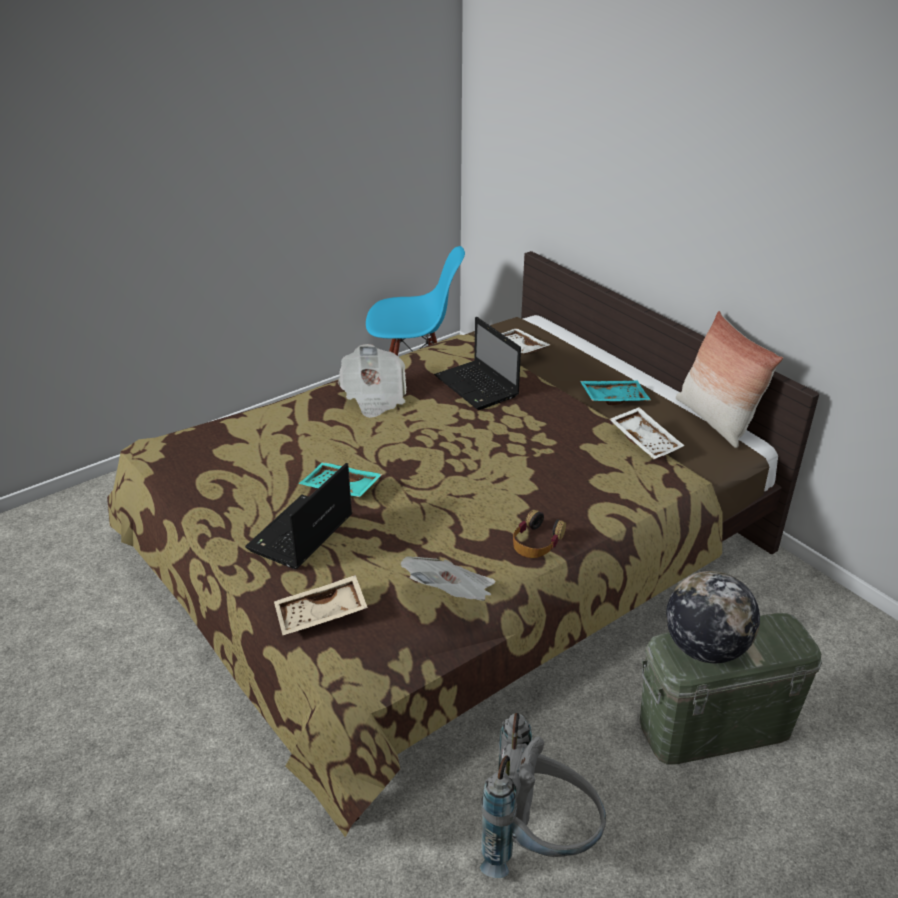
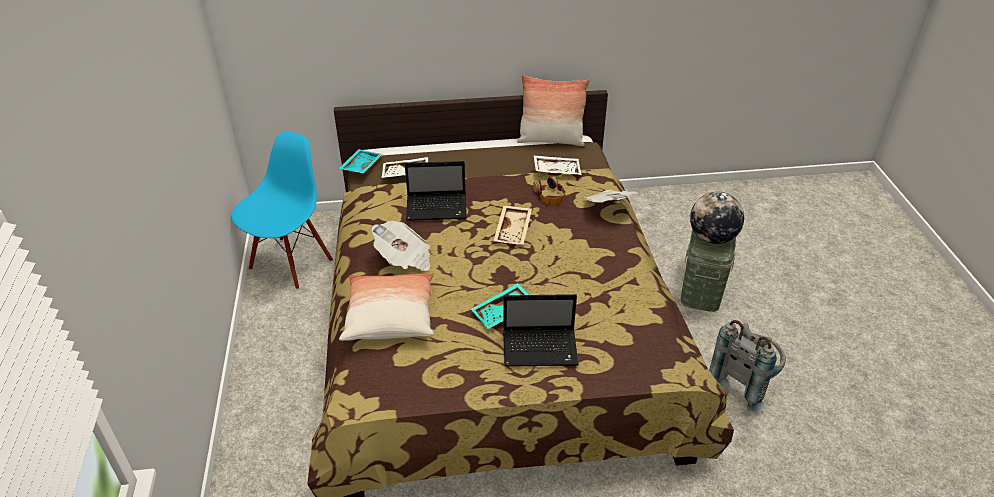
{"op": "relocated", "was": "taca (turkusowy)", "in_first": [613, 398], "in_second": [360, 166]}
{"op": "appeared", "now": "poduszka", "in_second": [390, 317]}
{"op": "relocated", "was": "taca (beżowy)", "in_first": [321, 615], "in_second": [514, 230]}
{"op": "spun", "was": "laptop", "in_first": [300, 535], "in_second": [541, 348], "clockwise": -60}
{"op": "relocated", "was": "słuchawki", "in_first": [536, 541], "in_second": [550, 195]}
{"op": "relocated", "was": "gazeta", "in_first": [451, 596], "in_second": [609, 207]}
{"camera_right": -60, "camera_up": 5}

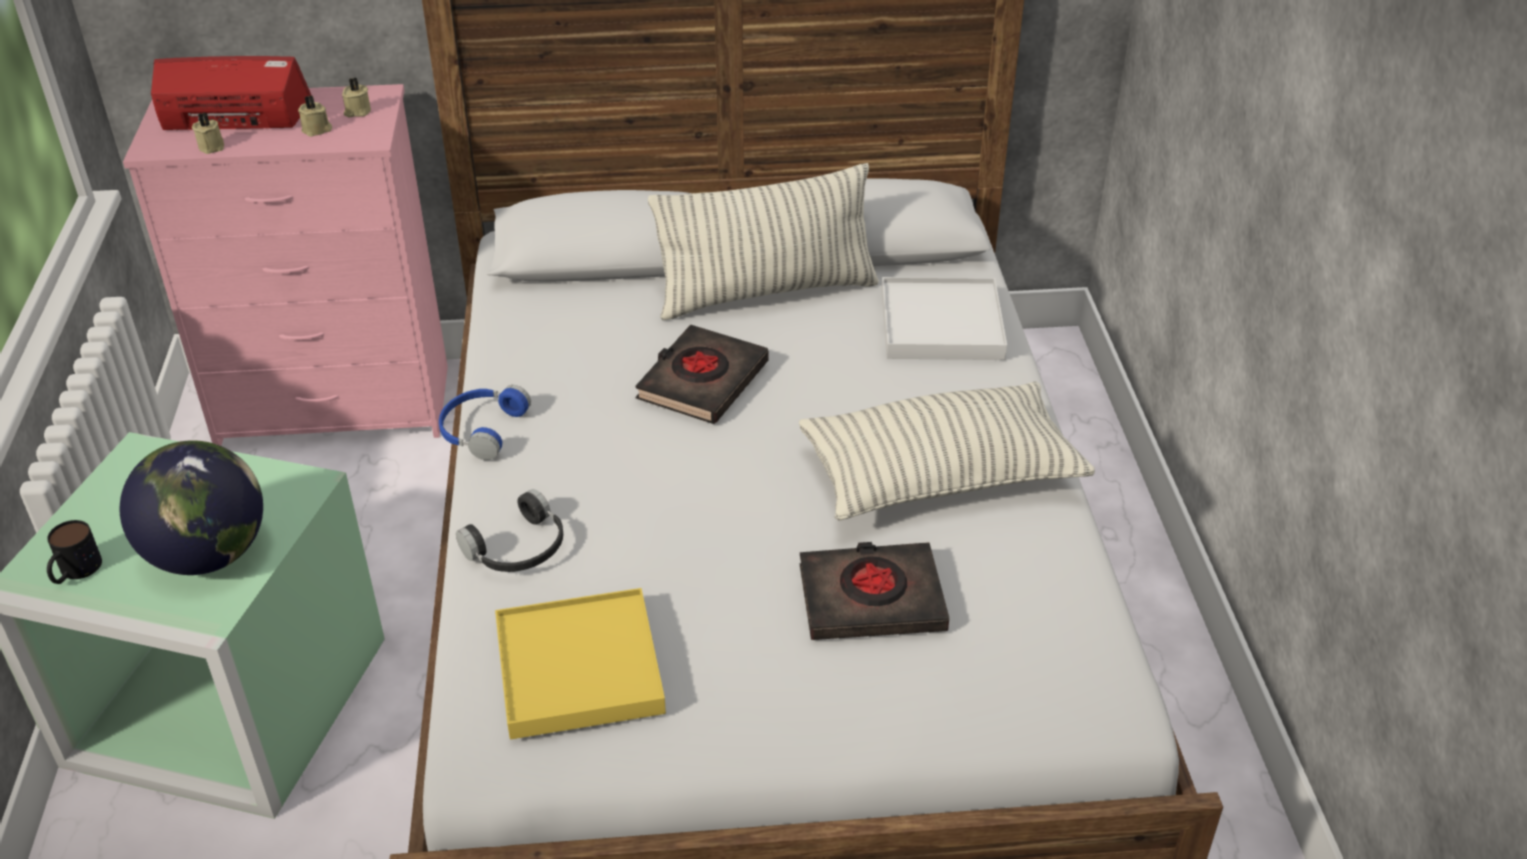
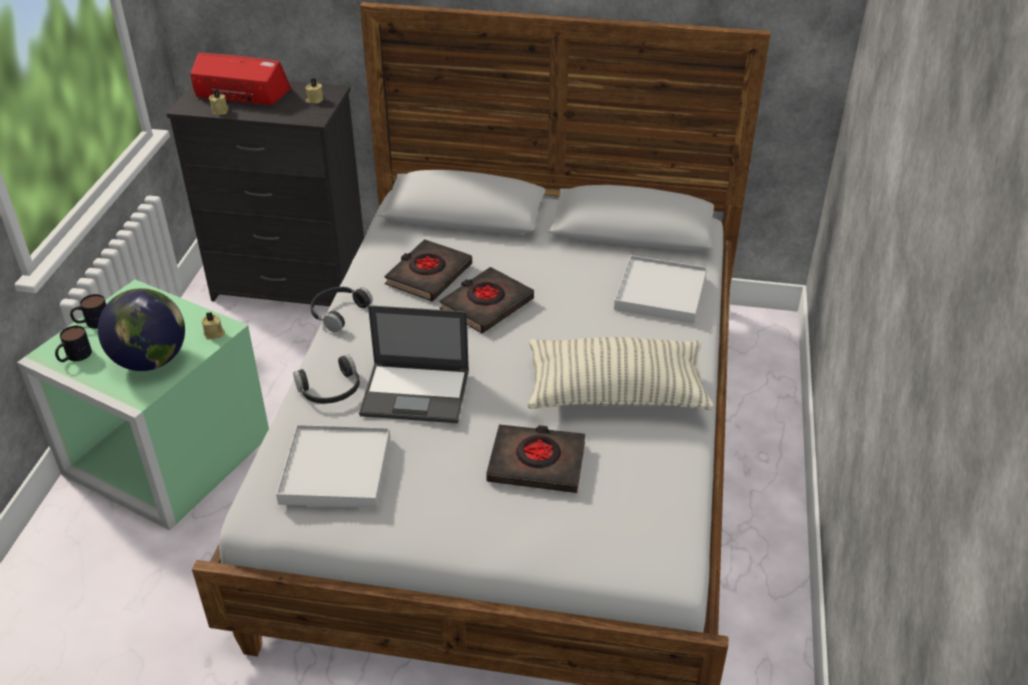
{"op": "appeared", "now": "kubek", "in_second": [92, 322]}
{"op": "colour", "was": "komoda (różowy)", "now": "komoda (czarny)", "in_first": [337, 408], "in_second": [291, 287]}
{"op": "relocated", "was": "świeca (beżowy)", "in_first": [317, 130], "in_second": [214, 334]}
{"op": "colour", "was": "taca (żółty)", "now": "taca (biały)", "in_first": [579, 668], "in_second": [336, 470]}
{"op": "colour", "was": "słuchawki (niebieski)", "now": "słuchawki (czarny)", "in_first": [481, 429], "in_second": [337, 312]}
{"op": "appeared", "now": "laptop", "in_second": [417, 393]}
{"op": "appeared", "now": "książka (czarny)", "in_second": [428, 275]}
{"op": "missing", "was": "poduszka", "in_first": [766, 293]}
{"camera_right": 15, "camera_up": 0}

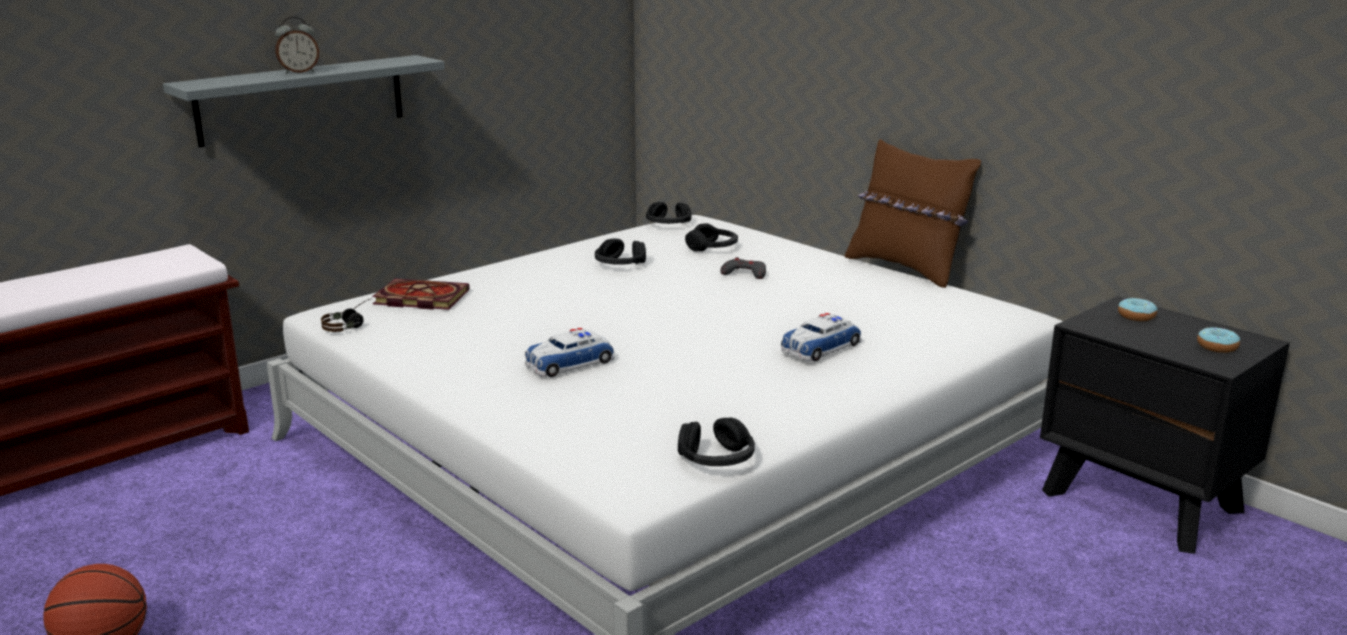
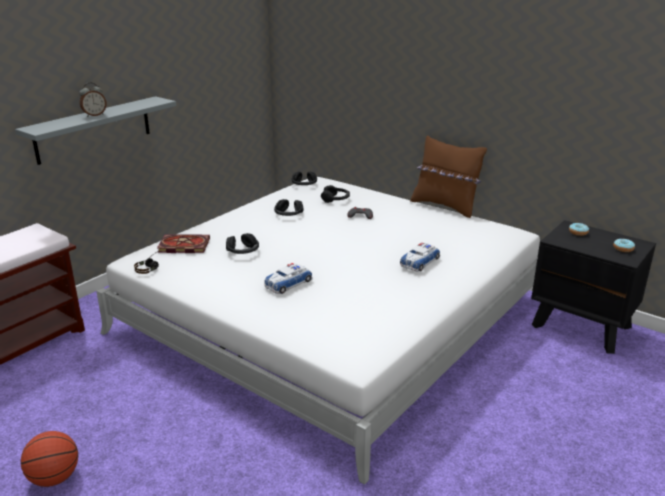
{"op": "relocated", "was": "słuchawki (czarny)", "in_first": [716, 459], "in_second": [243, 251]}
{"camera_right": -10, "camera_up": 5}

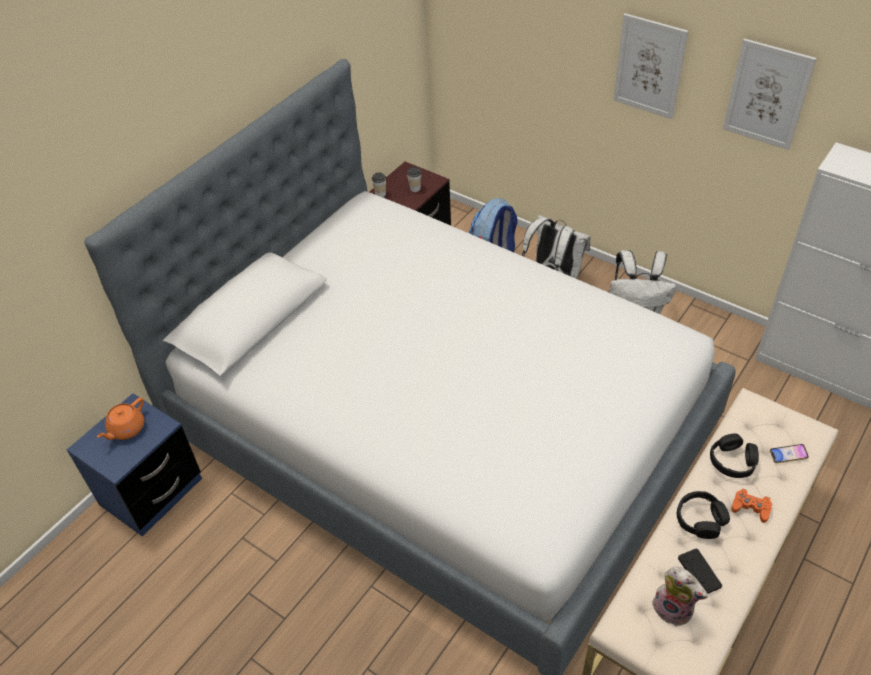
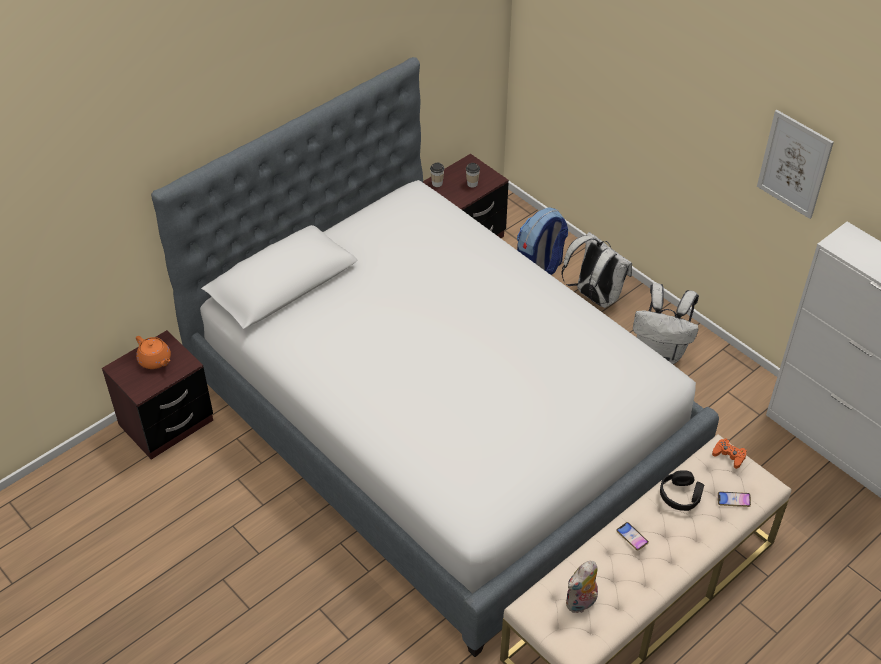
{"op": "colour", "was": "szafka nocna (niebieski)", "now": "szafka nocna (brązowy)", "in_first": [151, 492], "in_second": [166, 423]}
{"op": "spun", "was": "imbryk (pomarańczowy)", "in_first": [126, 429], "in_second": [155, 360], "clockwise": -90}
{"op": "spun", "was": "pluszak", "in_first": [674, 609], "in_second": [581, 603], "clockwise": 90}
{"op": "exchanged", "was": "słuchawki (czarny)", "now": "telefon", "in_first": [700, 519], "in_second": [632, 537]}
{"op": "relocated", "was": "pad do gier (pomarańczowy)", "in_first": [750, 508], "in_second": [729, 455]}
{"op": "missing", "was": "obraz", "in_first": [649, 66]}
{"op": "missing", "was": "pad do gier (czarny)", "in_first": [699, 572]}
{"camera_right": 10, "camera_up": 0}

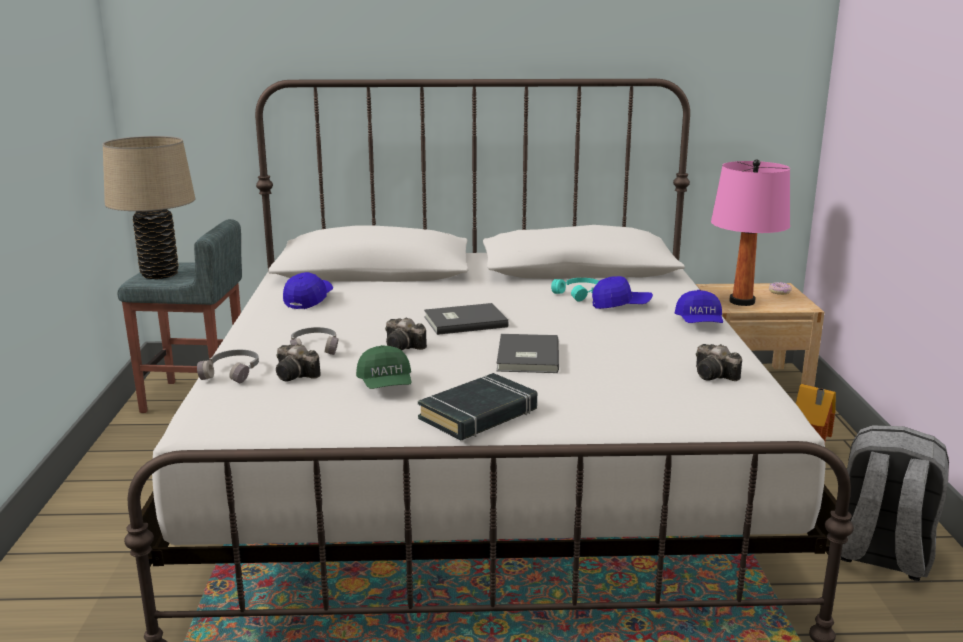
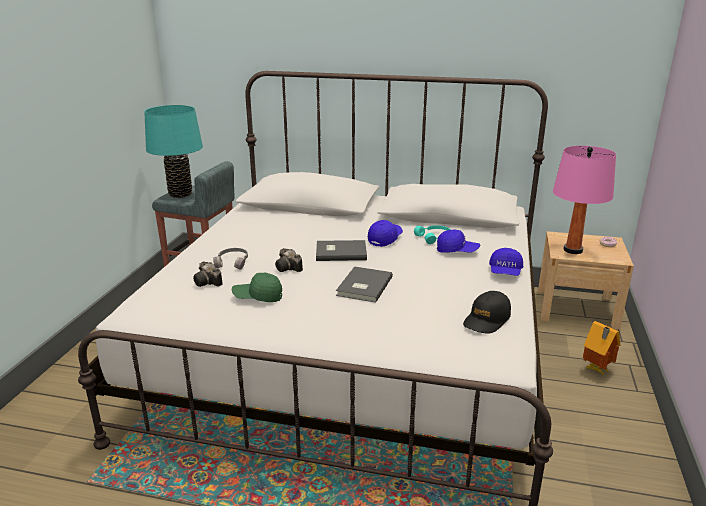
{"op": "colour", "was": "lampa stołowa (beżowy)", "now": "lampa stołowa (turkusowy)", "in_first": [159, 274], "in_second": [180, 194]}
{"op": "spun", "was": "czapka z daszkiem (zielony)", "in_first": [386, 385], "in_second": [258, 297], "clockwise": 90}
{"op": "relocated", "was": "czapka z daszkiem (niebieski)", "in_first": [309, 300], "in_second": [385, 239]}
{"op": "exchanged", "was": "aparat fotograficzny", "now": "czapka z daszkiem (czarny)", "in_first": [715, 376], "in_second": [487, 320]}
{"op": "missing", "was": "słuchawki (szary)", "in_first": [233, 372]}
{"op": "missing", "was": "książka (czarny)", "in_first": [479, 414]}
{"op": "missing", "was": "plecak (szary)", "in_first": [880, 555]}
{"camera_right": 15, "camera_up": 5}

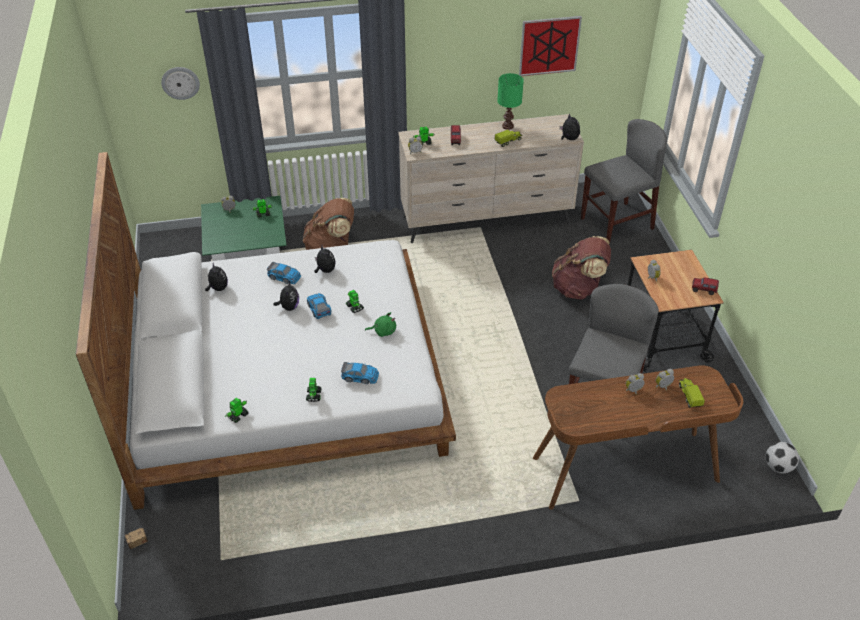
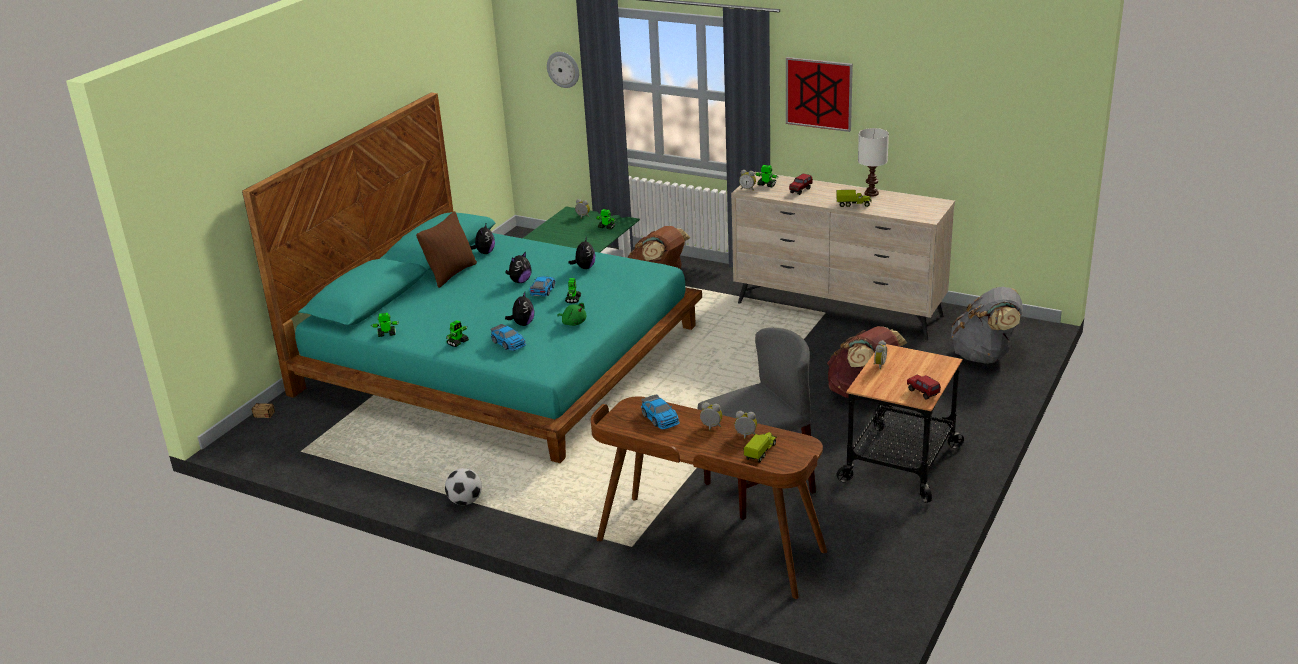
{"op": "colour", "was": "łóżko (biały)", "now": "łóżko (turkusowy)", "in_first": [286, 377], "in_second": [501, 358]}
{"op": "appeared", "now": "poduszka (brązowy)", "in_second": [451, 274]}
{"op": "relocated", "was": "piłka futbolowa", "in_first": [778, 467], "in_second": [465, 501]}
{"op": "relocated", "was": "pluszak", "in_first": [568, 139], "in_second": [523, 324]}
{"op": "relocated", "was": "samochodzik", "in_first": [284, 277], "in_second": [660, 418]}
{"op": "relocated", "was": "obraz", "in_first": [549, 45], "in_second": [819, 93]}
{"op": "colour", "was": "lampa stołowa (zielony)", "now": "lampa stołowa (biały)", "in_first": [508, 126], "in_second": [871, 194]}
{"op": "exchanged", "was": "krzesło (szary)", "now": "plecak (szary)", "in_first": [616, 223], "in_second": [985, 356]}
{"camera_right": 40, "camera_up": -15}

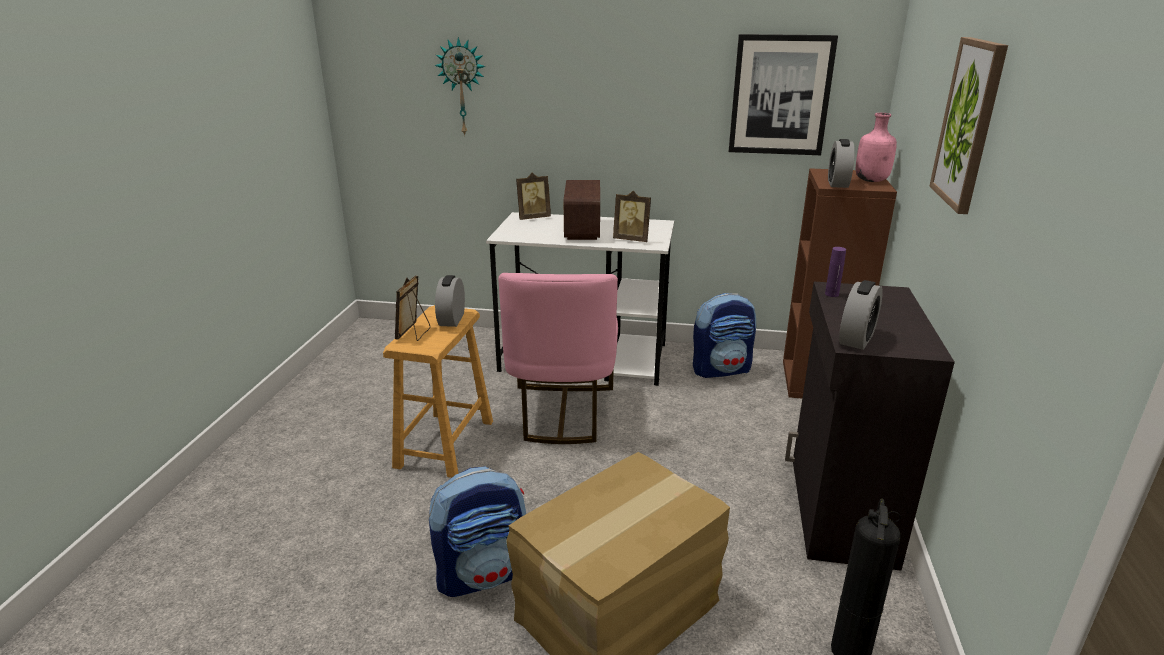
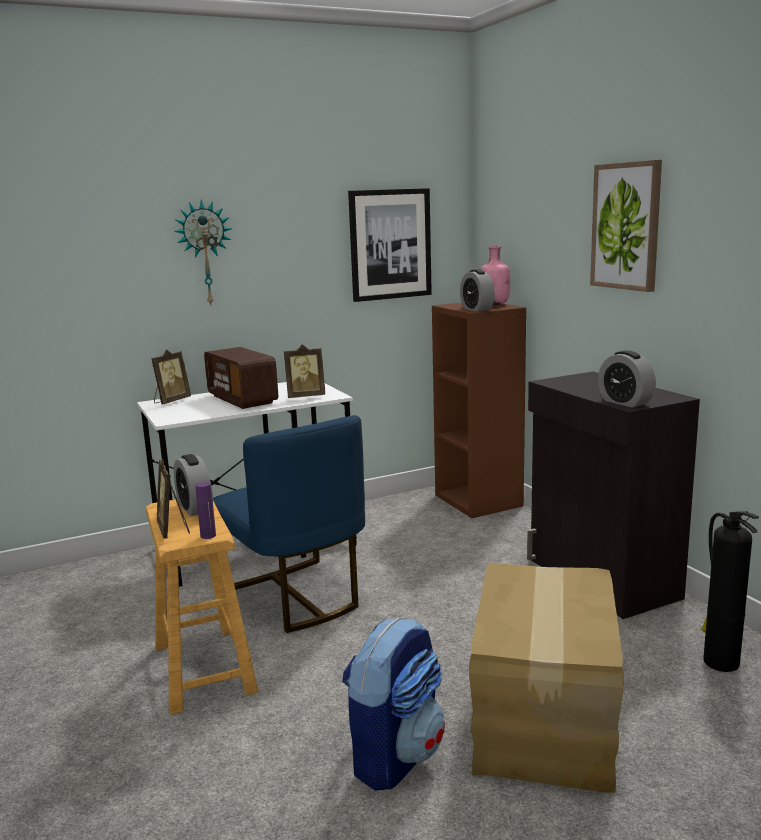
{"op": "relocated", "was": "zegar ścienny", "in_first": [462, 87], "in_second": [205, 253]}
{"op": "relocated", "was": "butelka (fioletowy)", "in_first": [831, 294], "in_second": [208, 535]}
{"op": "colour", "was": "krzesło (różowy)", "now": "krzesło (niebieski)", "in_first": [562, 413], "in_second": [295, 597]}
{"op": "spun", "was": "budzik", "in_first": [856, 339], "in_second": [625, 402], "clockwise": 150}
{"op": "missing", "was": "plecak", "in_first": [721, 369]}
{"camera_right": -35, "camera_up": -10}

